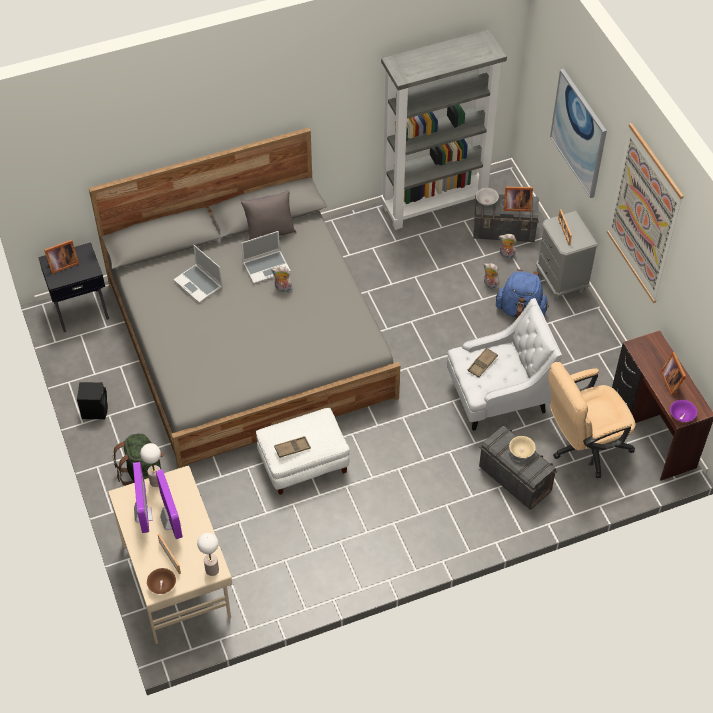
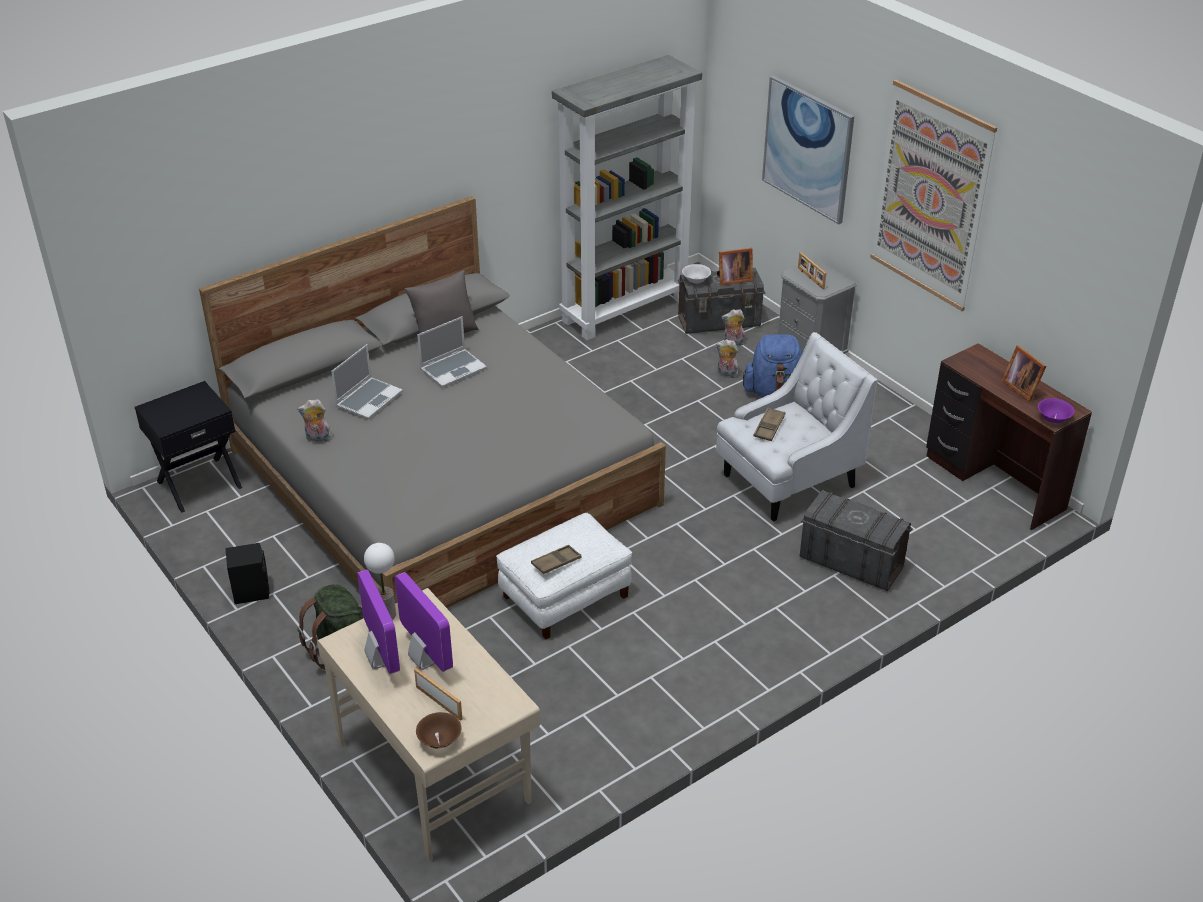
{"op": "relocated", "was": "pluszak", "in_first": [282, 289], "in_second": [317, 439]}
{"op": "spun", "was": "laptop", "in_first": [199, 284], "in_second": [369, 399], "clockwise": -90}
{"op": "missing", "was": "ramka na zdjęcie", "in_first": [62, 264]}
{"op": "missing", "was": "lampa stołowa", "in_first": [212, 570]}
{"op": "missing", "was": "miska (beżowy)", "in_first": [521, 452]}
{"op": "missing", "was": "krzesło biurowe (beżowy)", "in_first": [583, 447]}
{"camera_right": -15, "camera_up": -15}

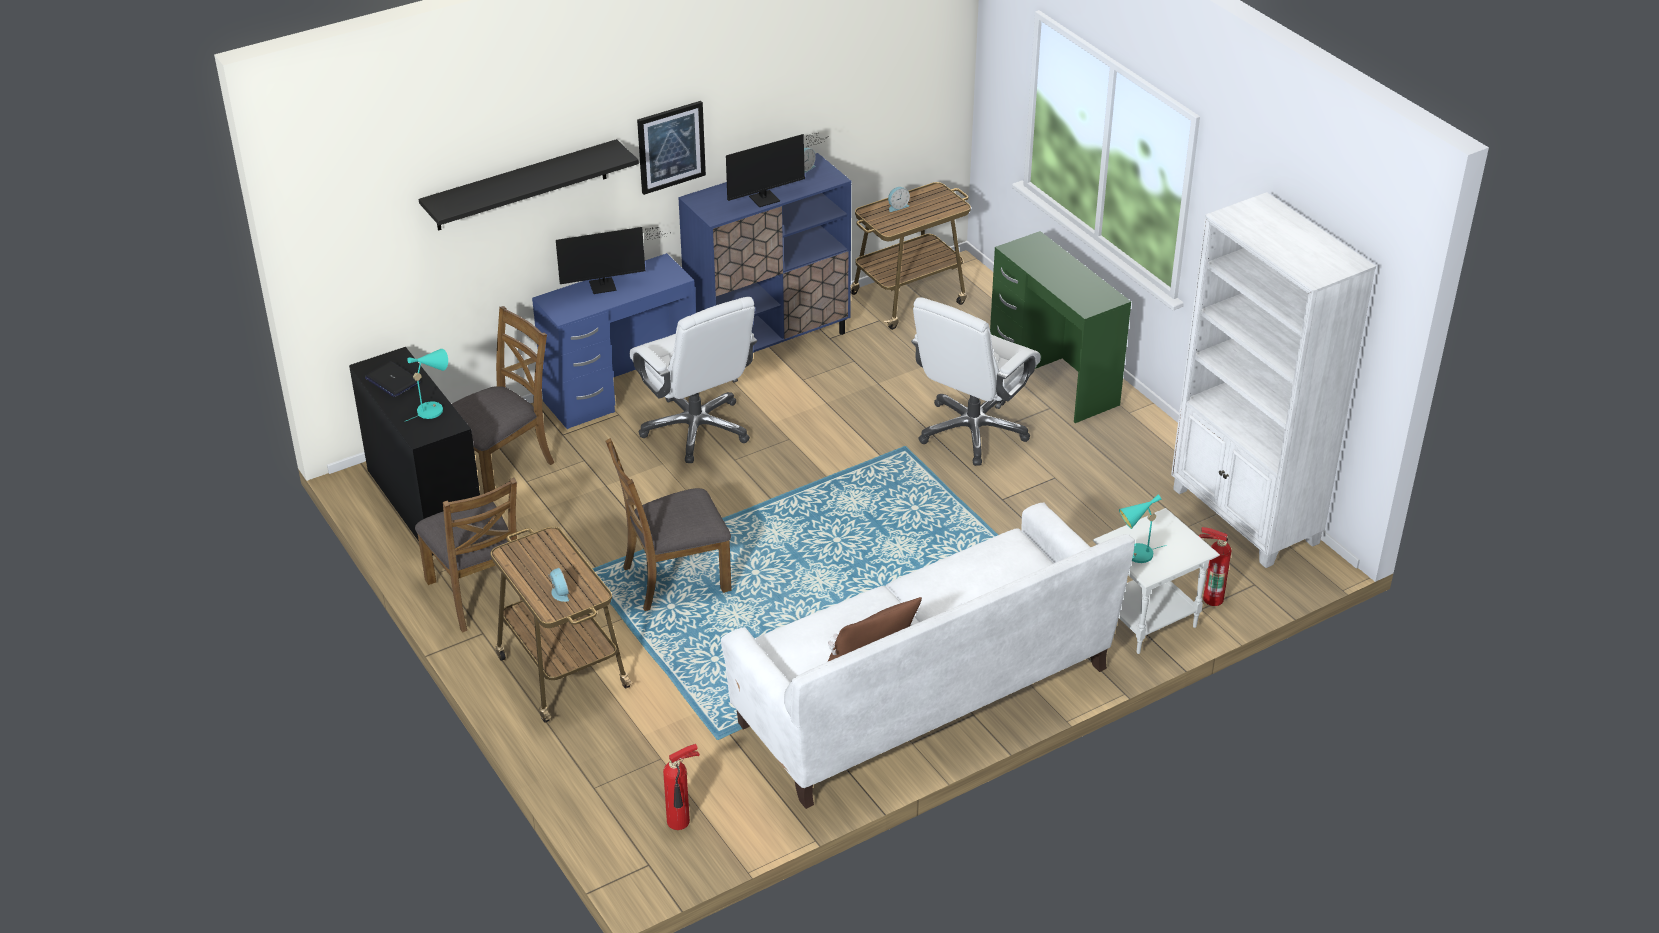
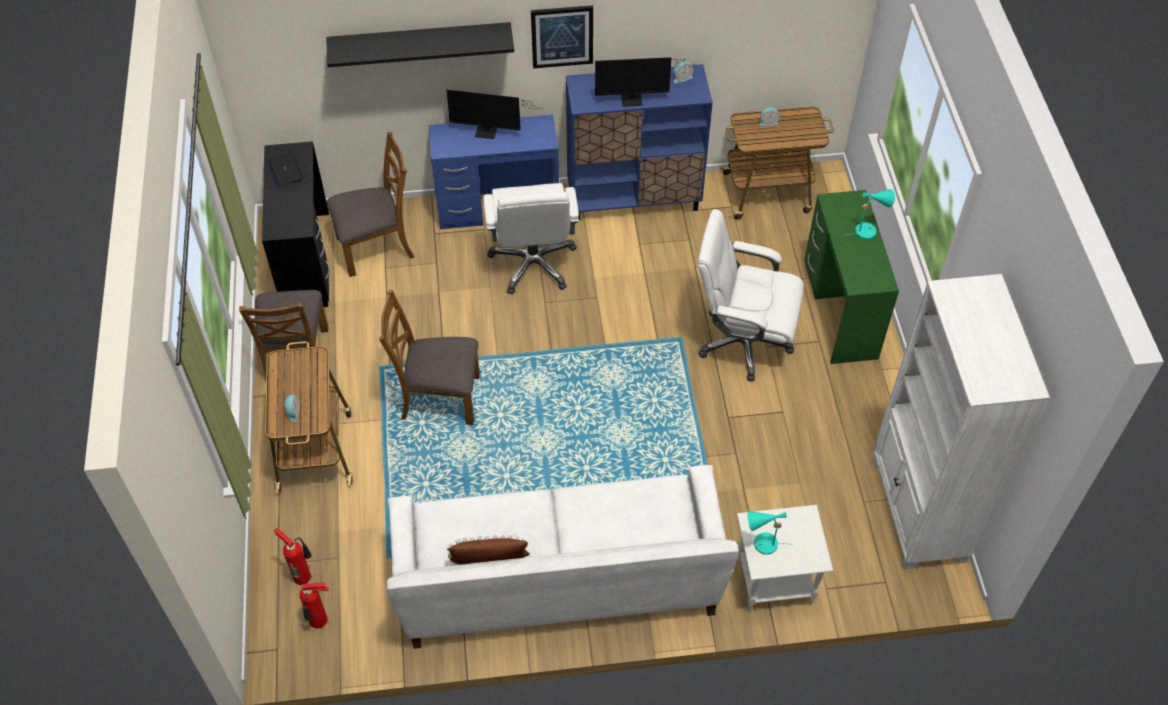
{"op": "relocated", "was": "gaśnica", "in_first": [1211, 597], "in_second": [302, 575]}
{"op": "spun", "was": "krzesło biurowe (biały)", "in_first": [972, 431], "in_second": [742, 342], "clockwise": 45}
{"op": "relocated", "was": "lampa stołowa (turkusowy)", "in_first": [433, 409], "in_second": [868, 230]}
{"camera_right": 25, "camera_up": 15}

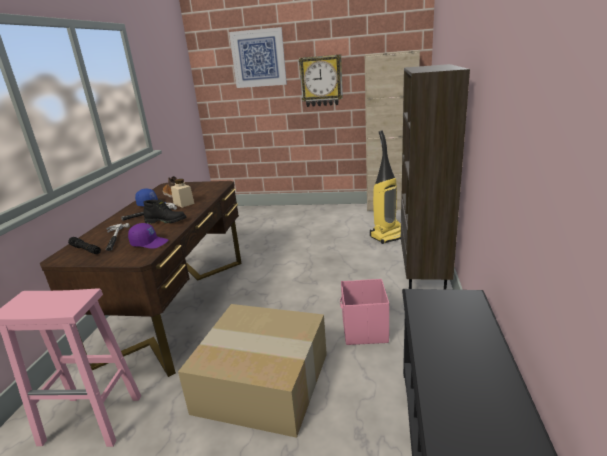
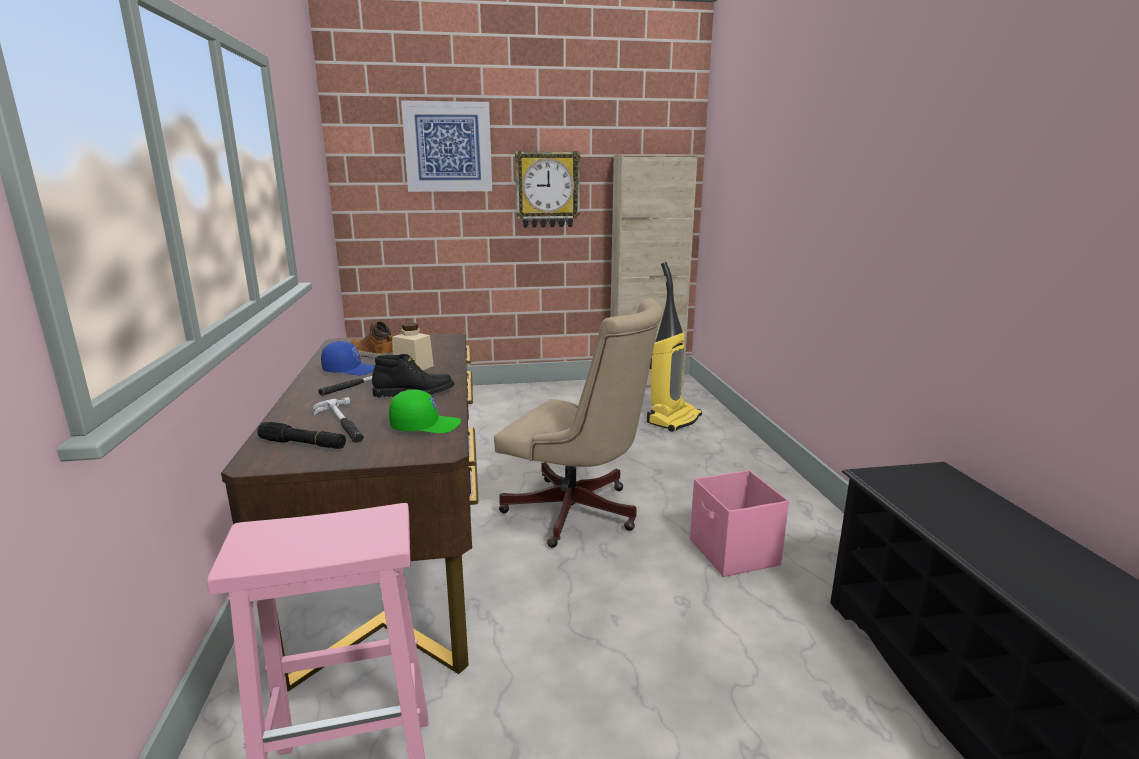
{"op": "colour", "was": "czapka z daszkiem (fioletowy)", "now": "czapka z daszkiem (zielony)", "in_first": [150, 243], "in_second": [425, 426]}
{"op": "appeared", "now": "krzesło biurowe (beżowy)", "in_second": [578, 514]}
{"op": "missing", "was": "karton", "in_first": [260, 383]}
{"op": "missing", "was": "regał (brązowy)", "in_first": [424, 276]}
{"camera_right": -20, "camera_up": -5}

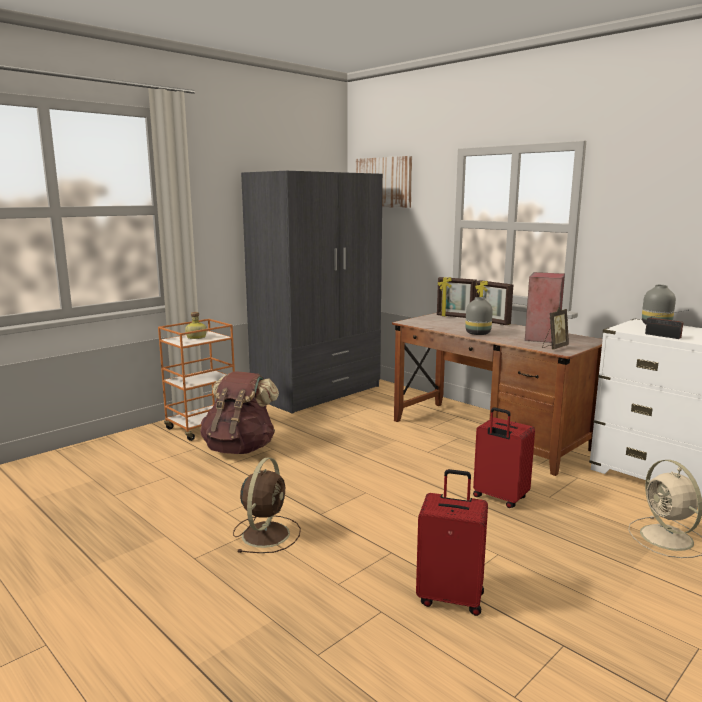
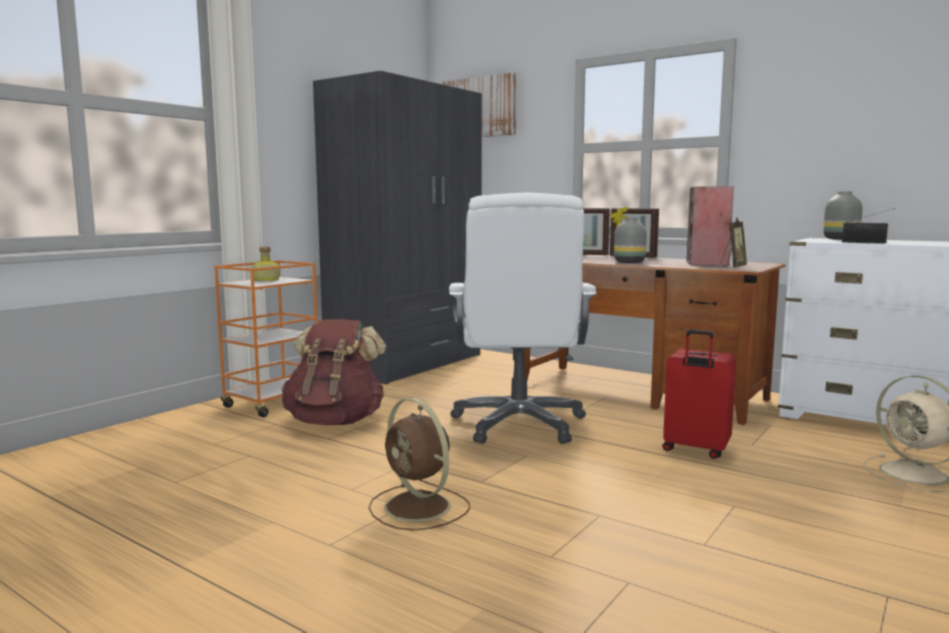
{"op": "spun", "was": "wentylator (brązowy)", "in_first": [266, 533], "in_second": [419, 508], "clockwise": 135}
{"op": "appeared", "now": "krzesło biurowe (biały)", "in_second": [519, 424]}
{"op": "missing", "was": "walizka (czerwony)", "in_first": [451, 597]}
{"camera_right": -10, "camera_up": -5}

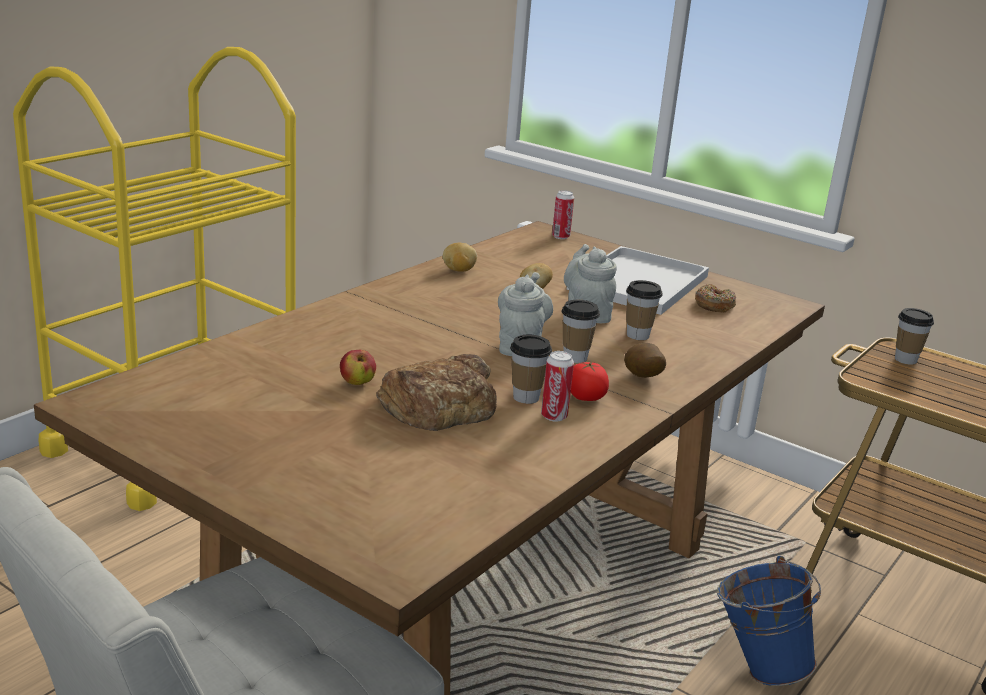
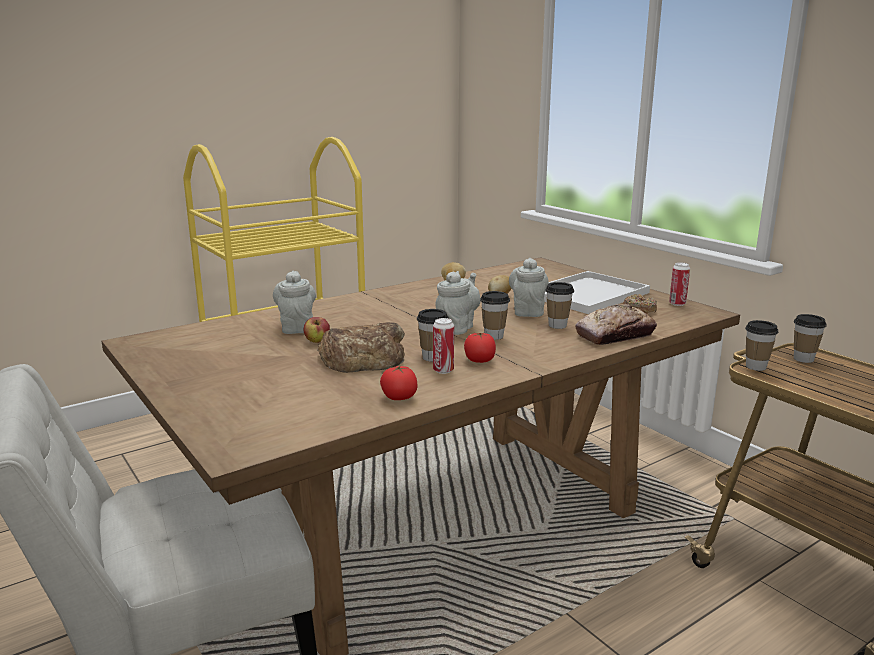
{"op": "appeared", "now": "imbryk (szary)", "in_second": [297, 327]}
{"op": "appeared", "now": "pomidor", "in_second": [399, 397]}
{"op": "appeared", "now": "chleb", "in_second": [615, 335]}
{"op": "relocated", "was": "puszka", "in_first": [560, 237], "in_second": [677, 304]}
{"op": "appeared", "now": "filiżanka", "in_second": [756, 367]}
{"op": "missing", "was": "ziemniak", "in_first": [641, 378]}
{"op": "missing", "was": "wiadro (niebieski)", "in_first": [756, 666]}
{"camera_right": 20, "camera_up": -5}

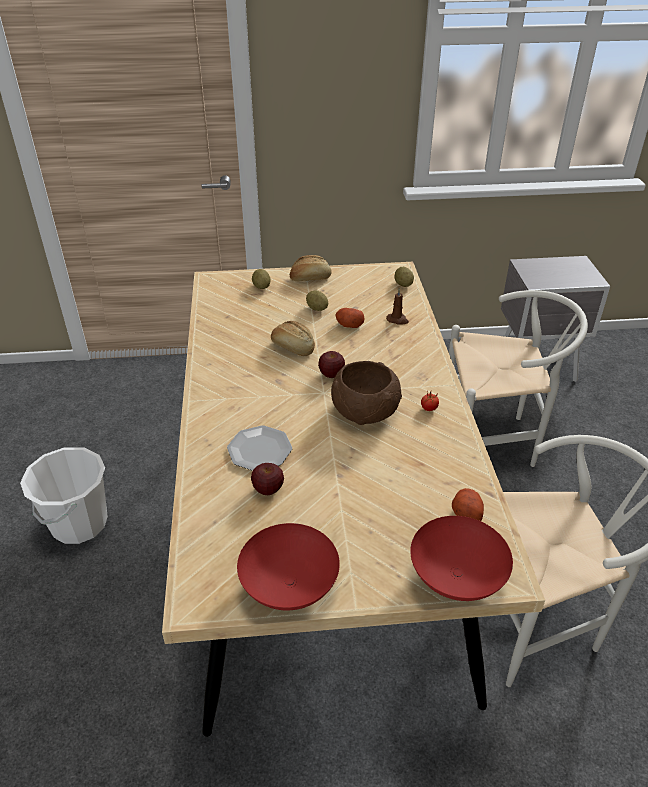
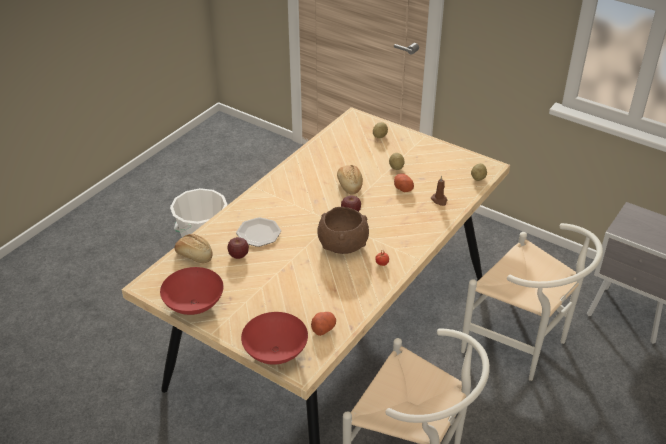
{"op": "relocated", "was": "chleb", "in_first": [310, 278], "in_second": [194, 255]}
{"camera_right": 40, "camera_up": 0}

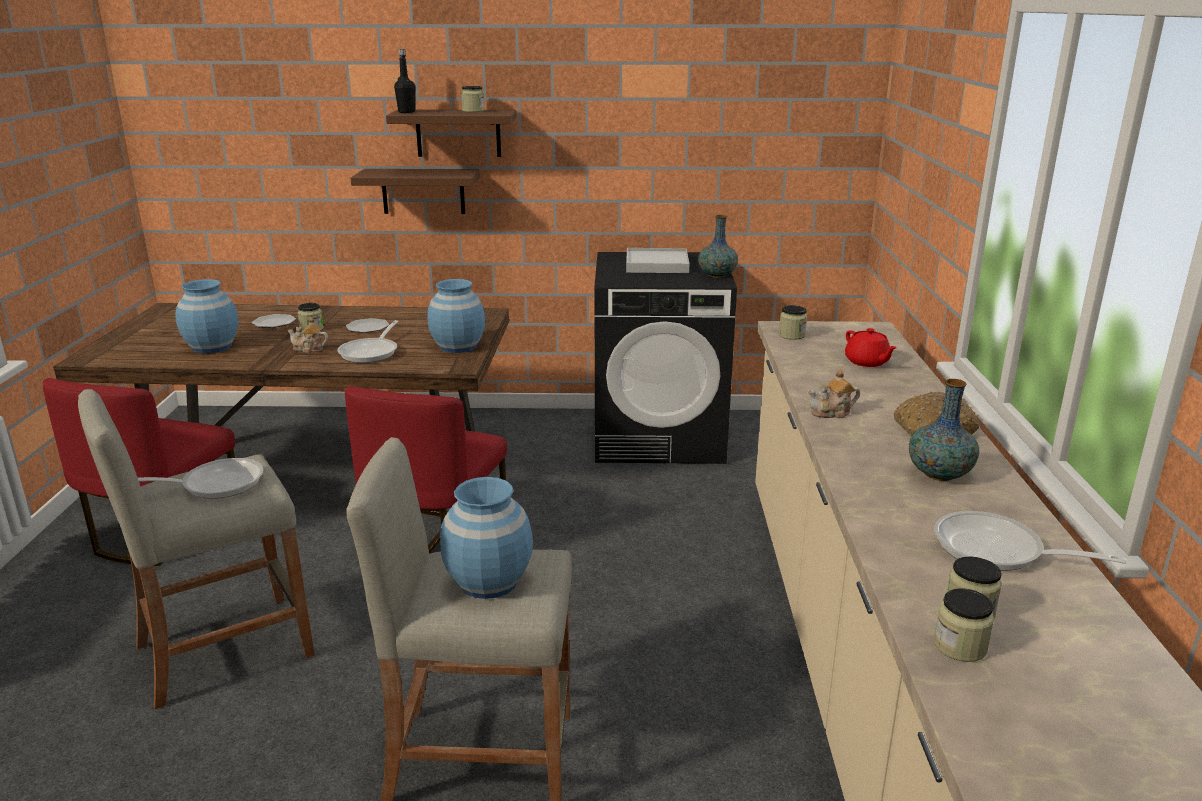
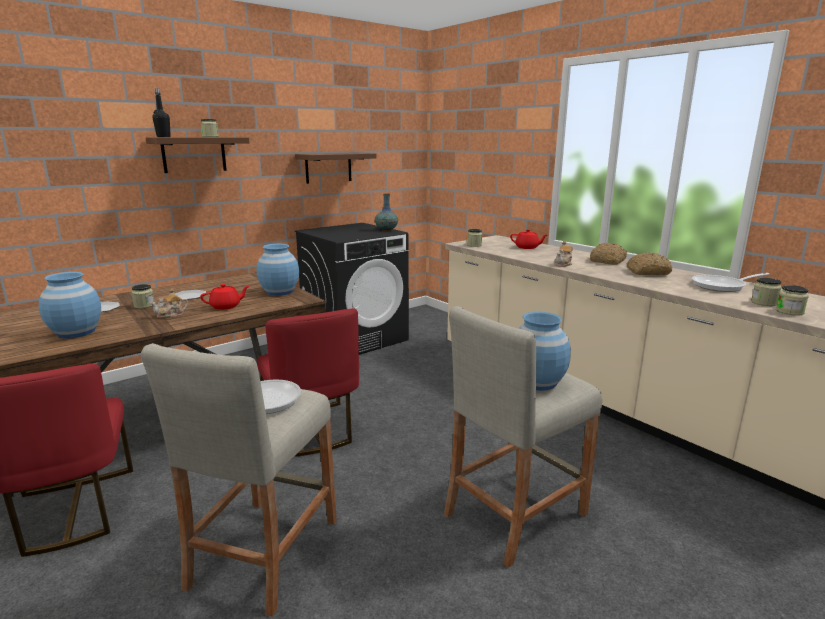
{"op": "exchanged", "was": "patelnia", "now": "imbryk (czerwony)", "in_first": [371, 352], "in_second": [226, 306]}
{"op": "relocated", "was": "półka (brązowy)", "in_first": [423, 191], "in_second": [328, 167]}
{"op": "exchanged", "was": "wazon", "now": "chleb", "in_first": [939, 474], "in_second": [647, 272]}
{"op": "missing", "was": "taca (biały)", "in_first": [656, 264]}
{"camera_right": -40, "camera_up": -5}

